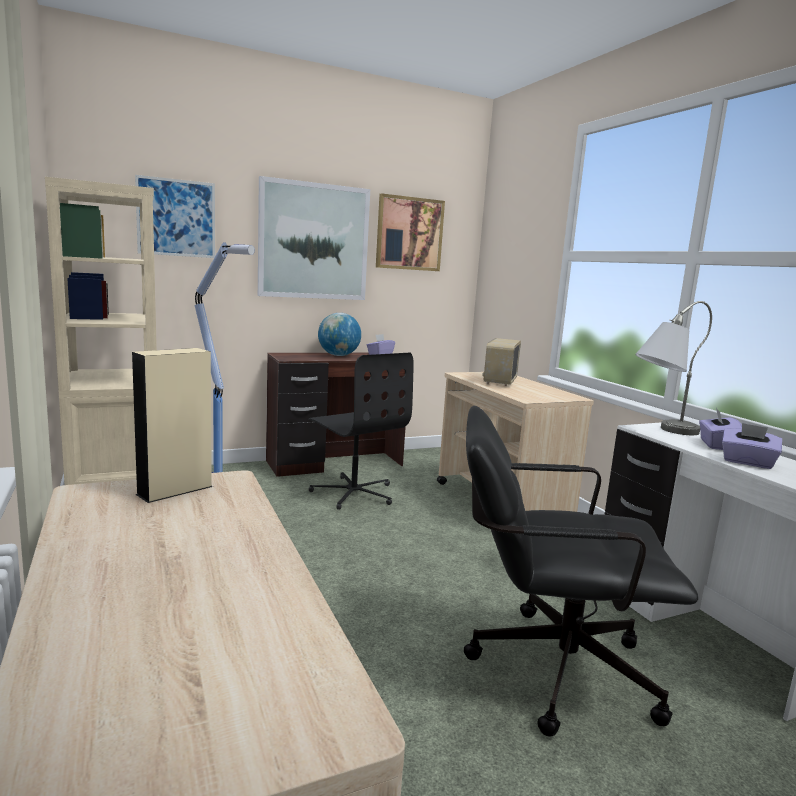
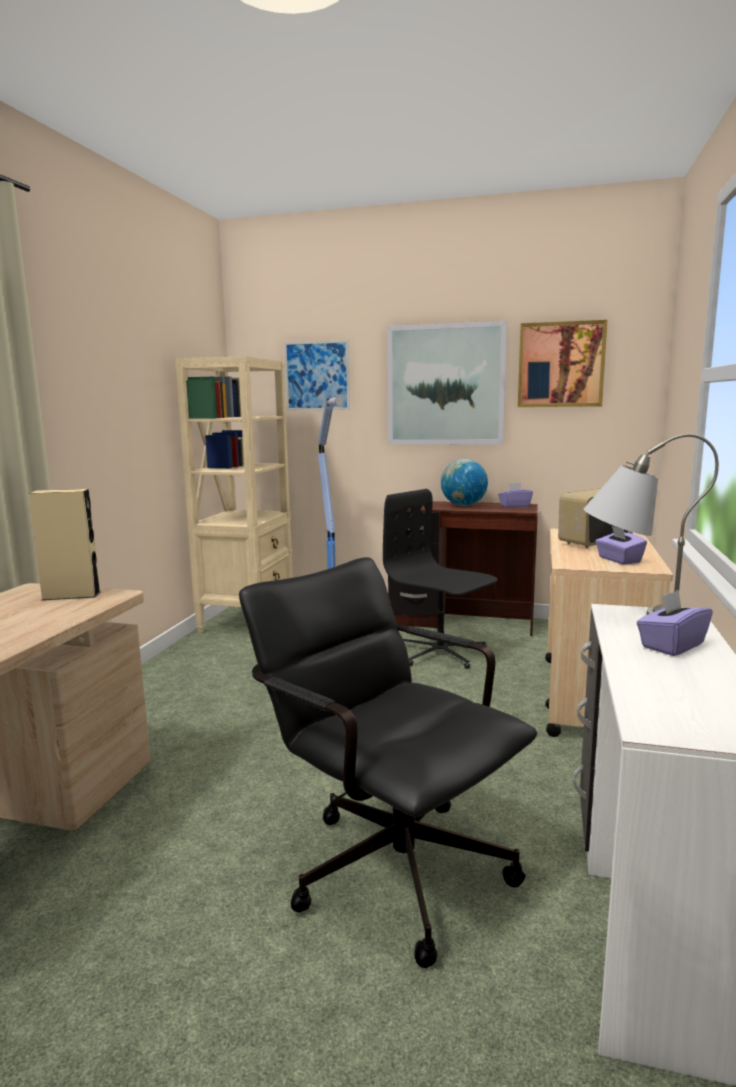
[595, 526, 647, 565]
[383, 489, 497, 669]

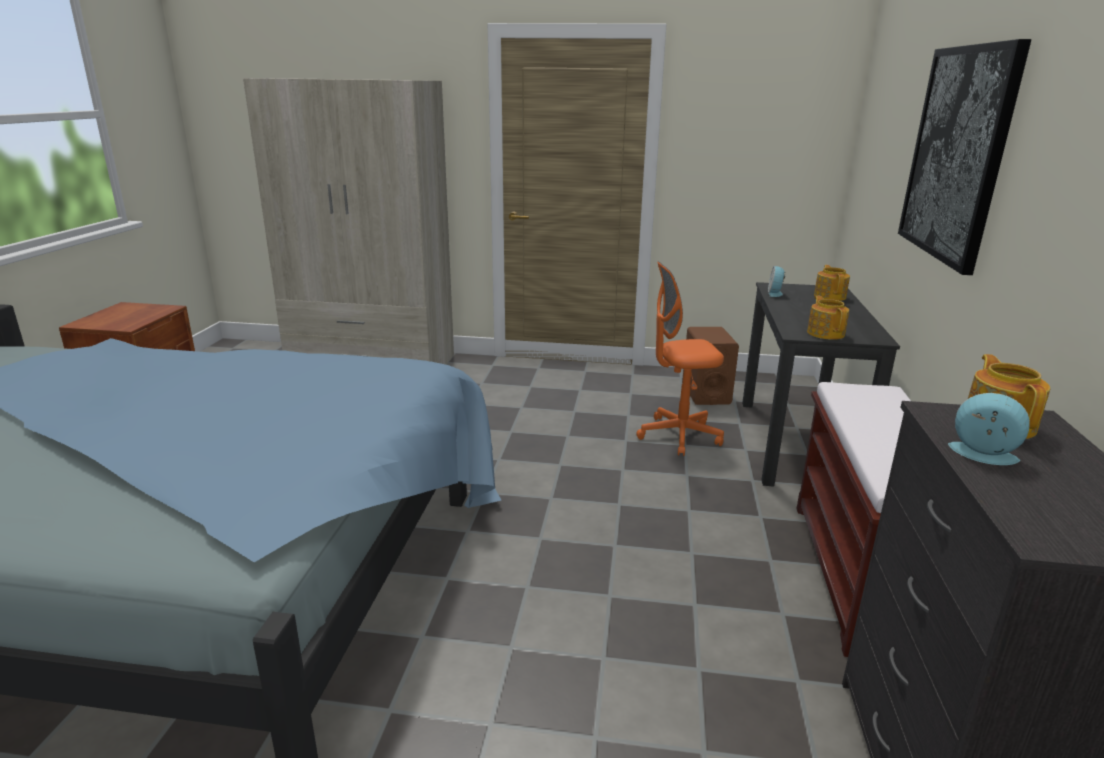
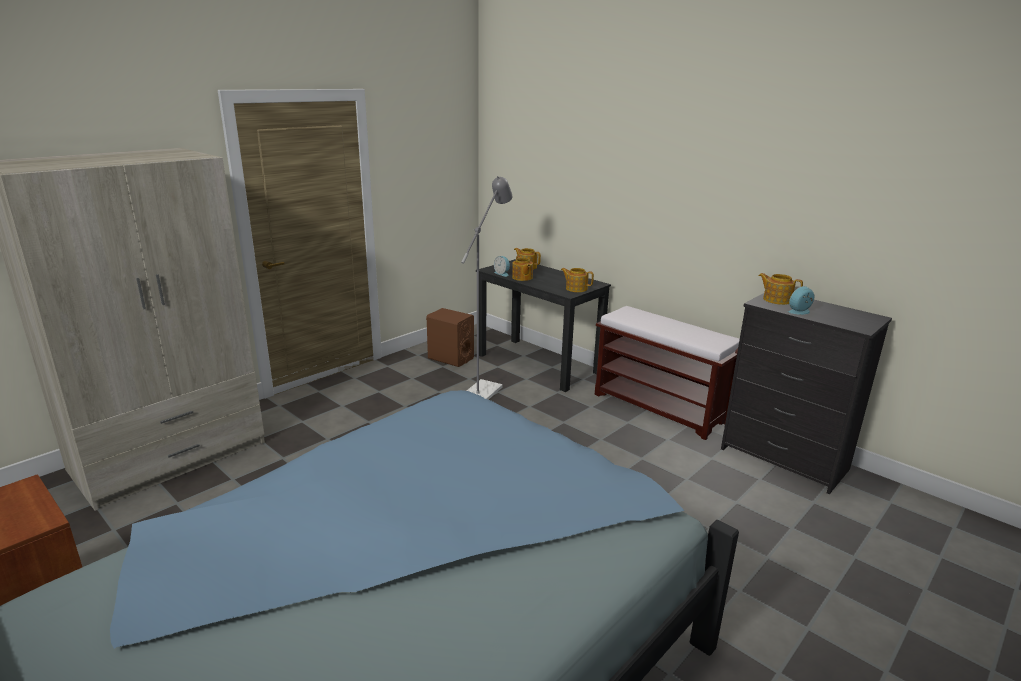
[898, 39, 1031, 275] (first image)
[512, 256, 533, 281]
[461, 176, 513, 400]

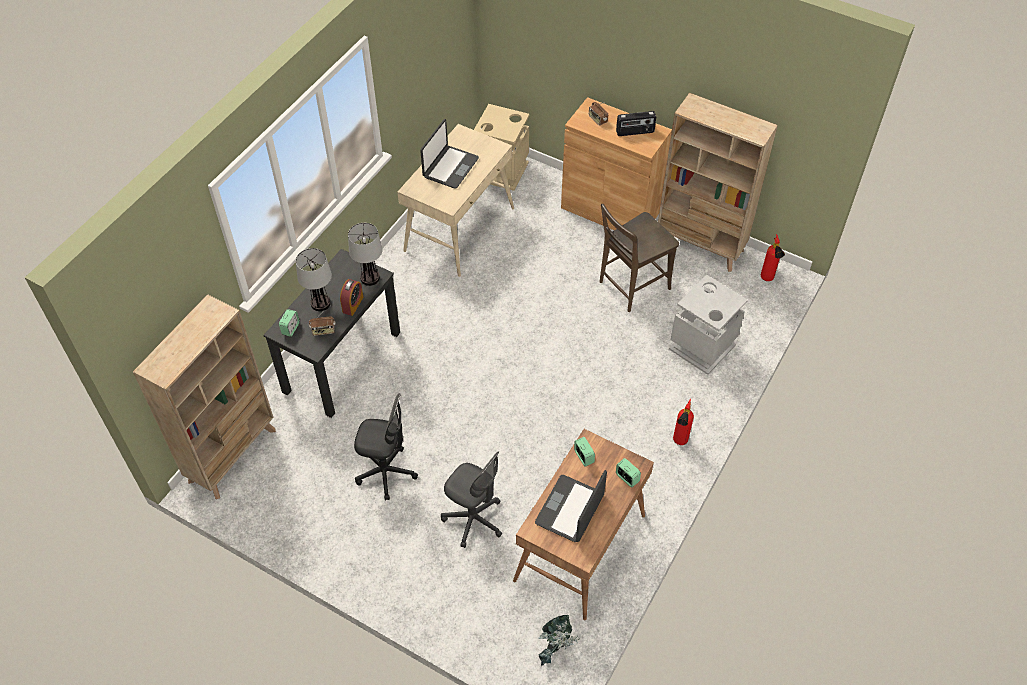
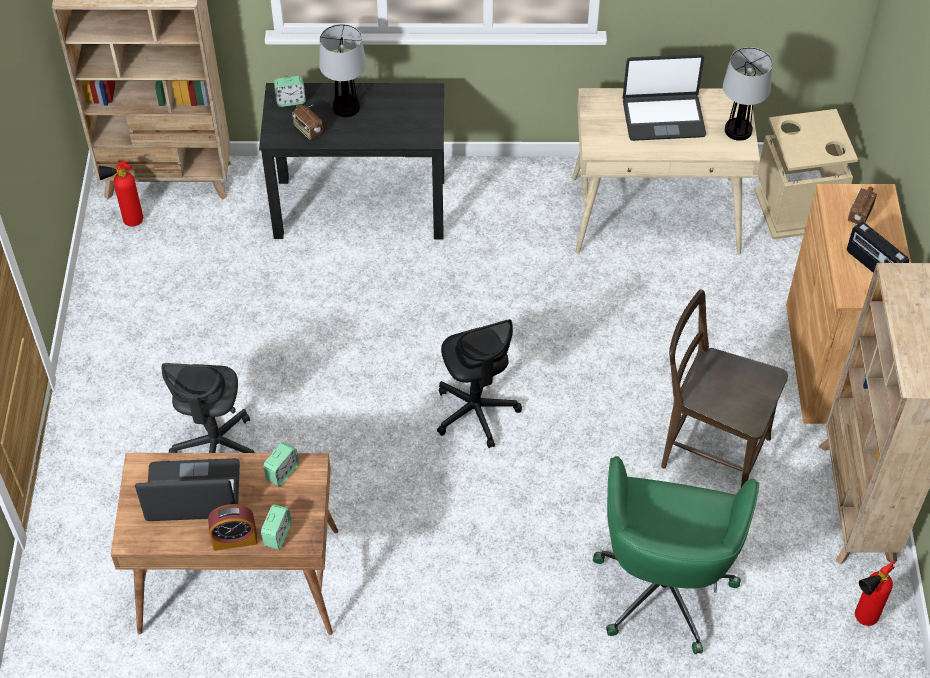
[538, 615, 580, 666] (first image)
[208, 504, 258, 551]
[723, 47, 773, 141]
[437, 319, 522, 448]
[98, 161, 143, 227]
[593, 456, 759, 654]

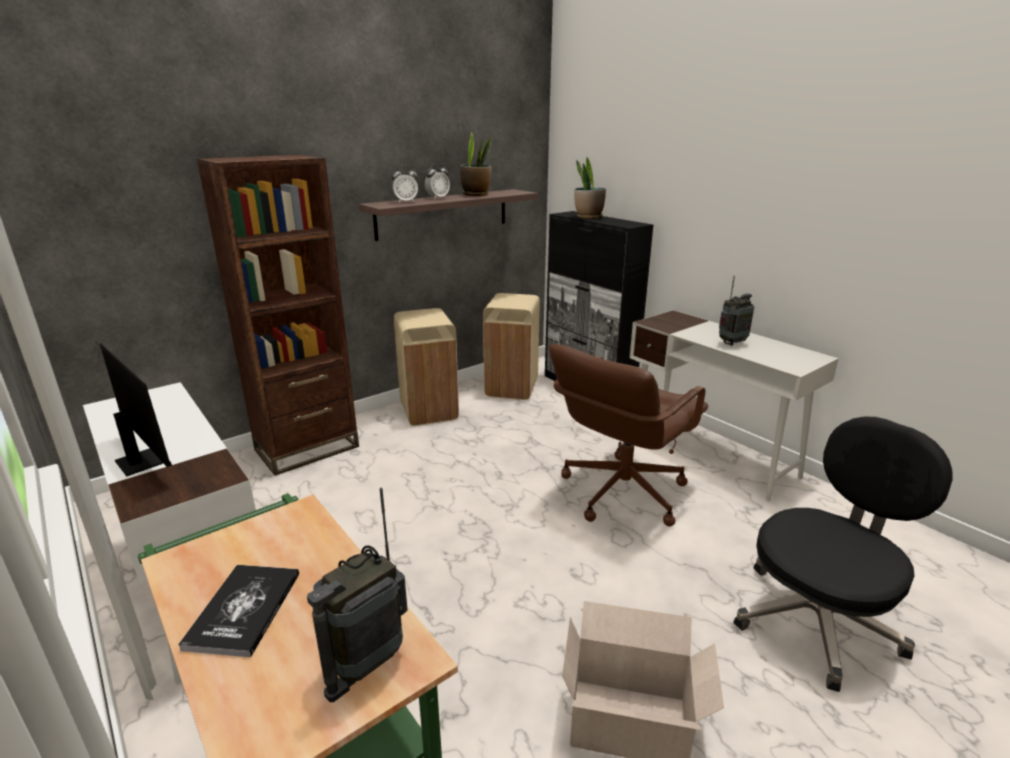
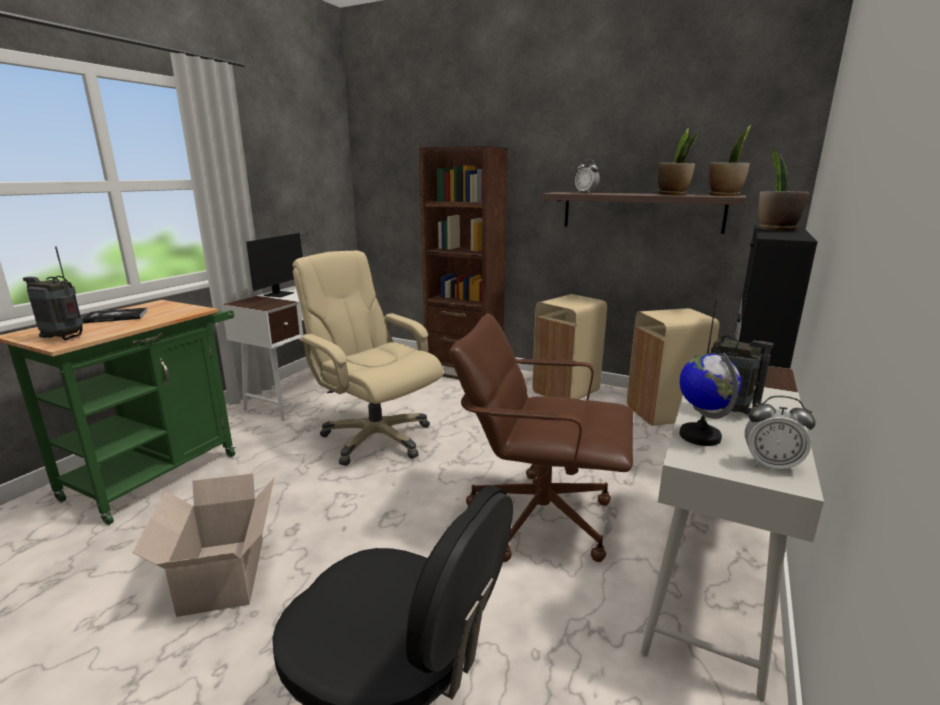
[292, 251, 443, 466]
[679, 353, 741, 446]
[709, 125, 751, 196]
[745, 396, 816, 473]

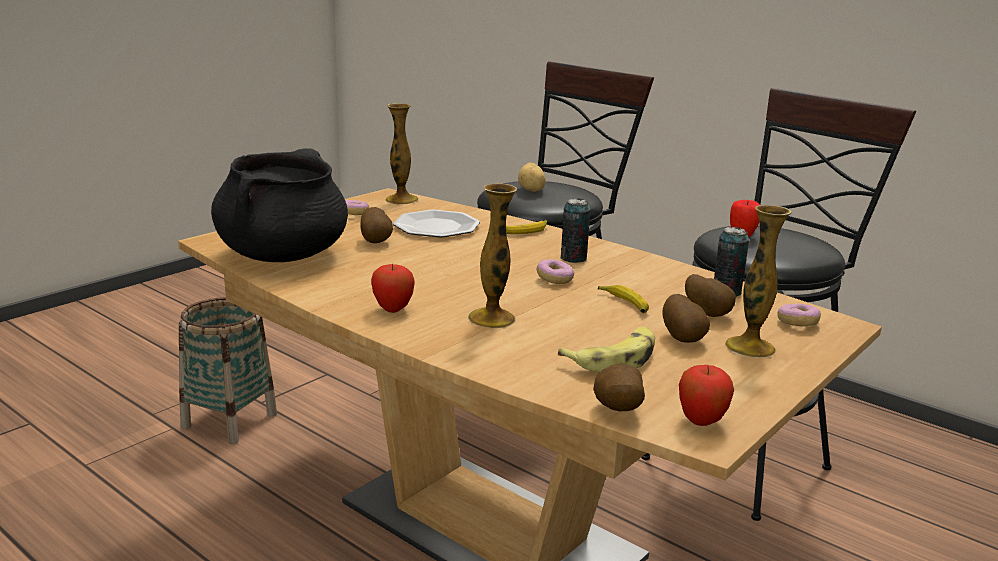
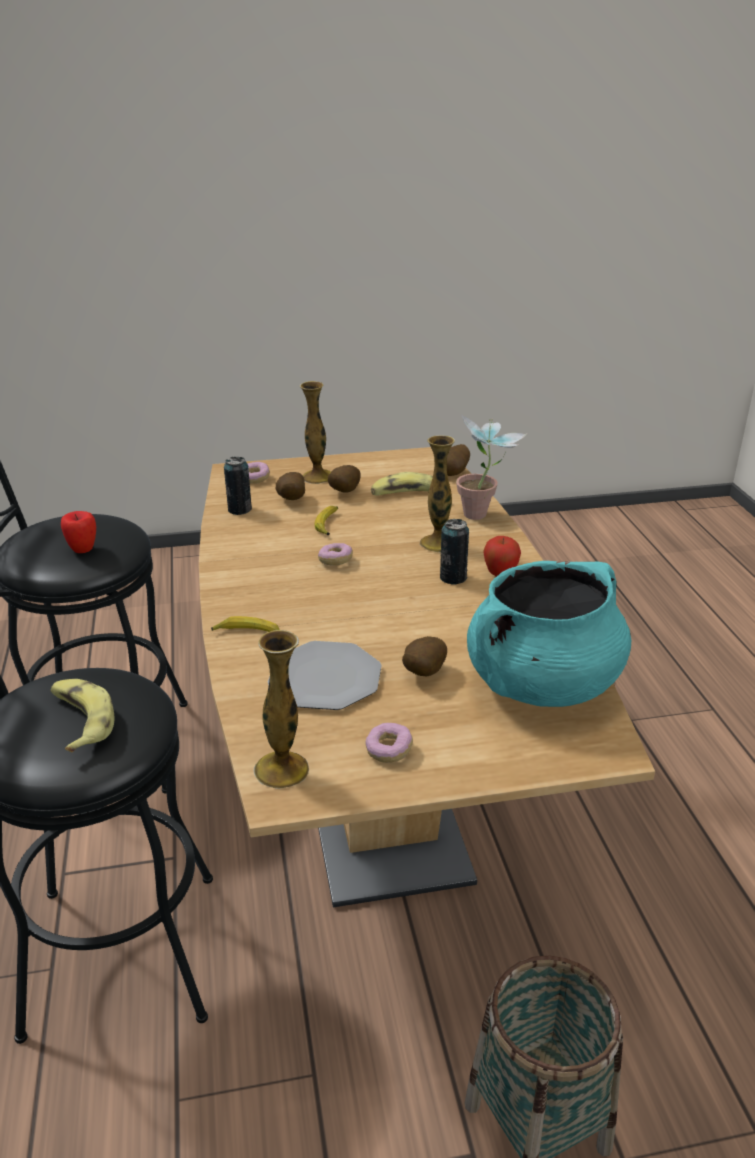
[679, 365, 734, 426] (first image)
[456, 414, 528, 520]
[440, 519, 469, 585]
[51, 679, 114, 752]
[467, 561, 631, 707]

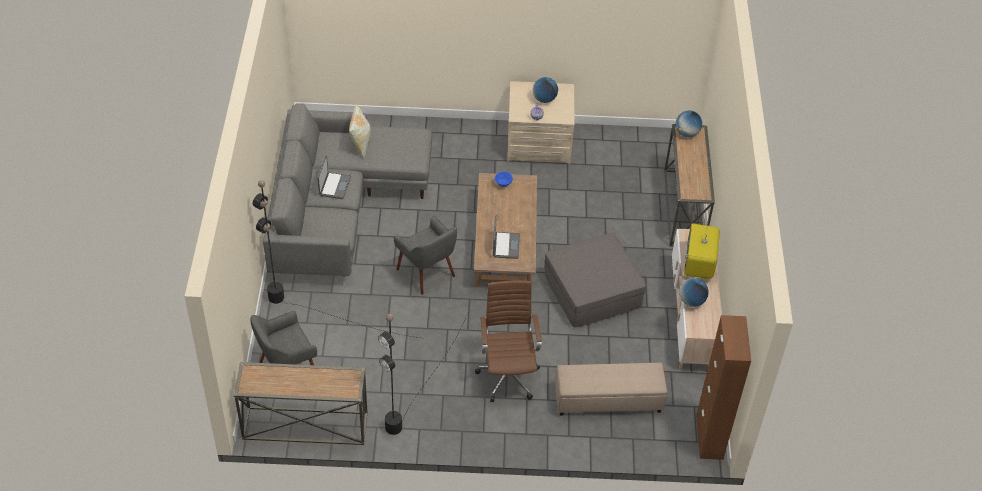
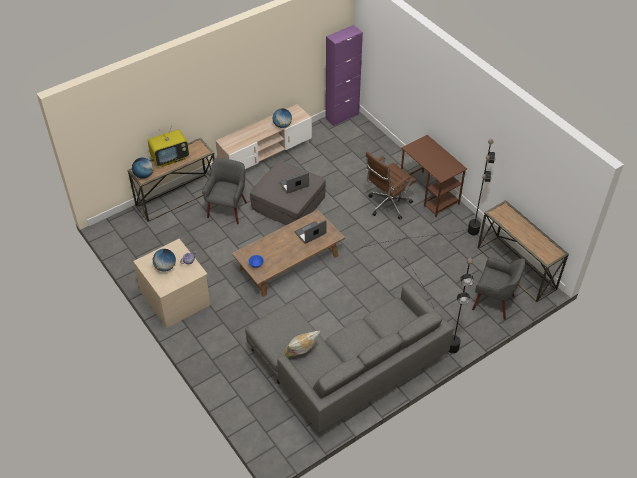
[555, 363, 667, 415] (first image)
[401, 135, 467, 217]
[279, 172, 309, 194]
[202, 158, 247, 224]
[148, 129, 189, 167]
[325, 25, 363, 126]

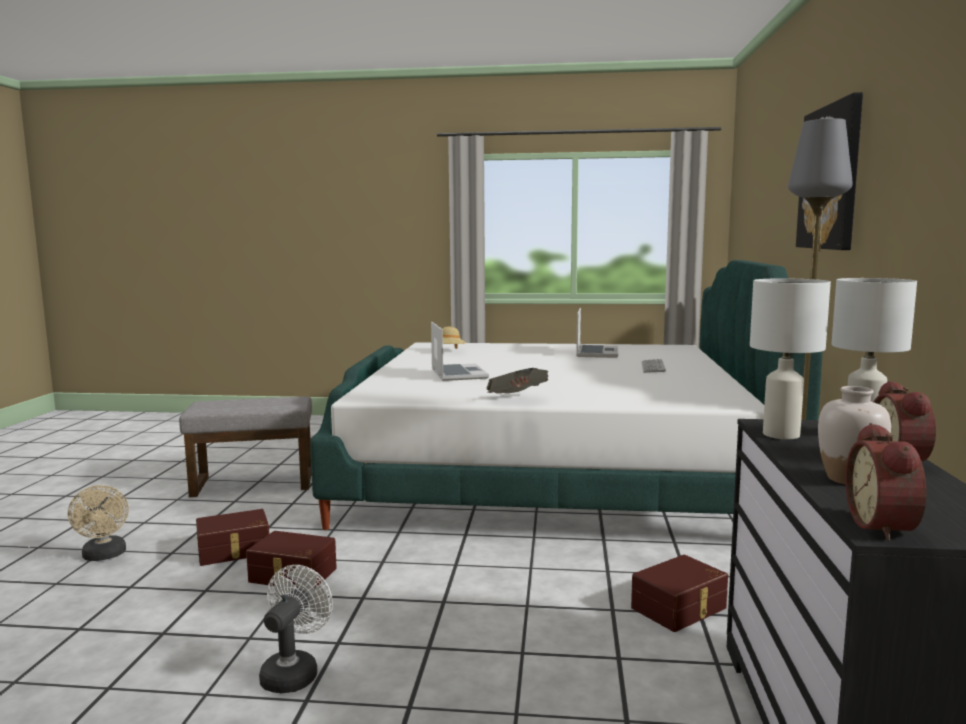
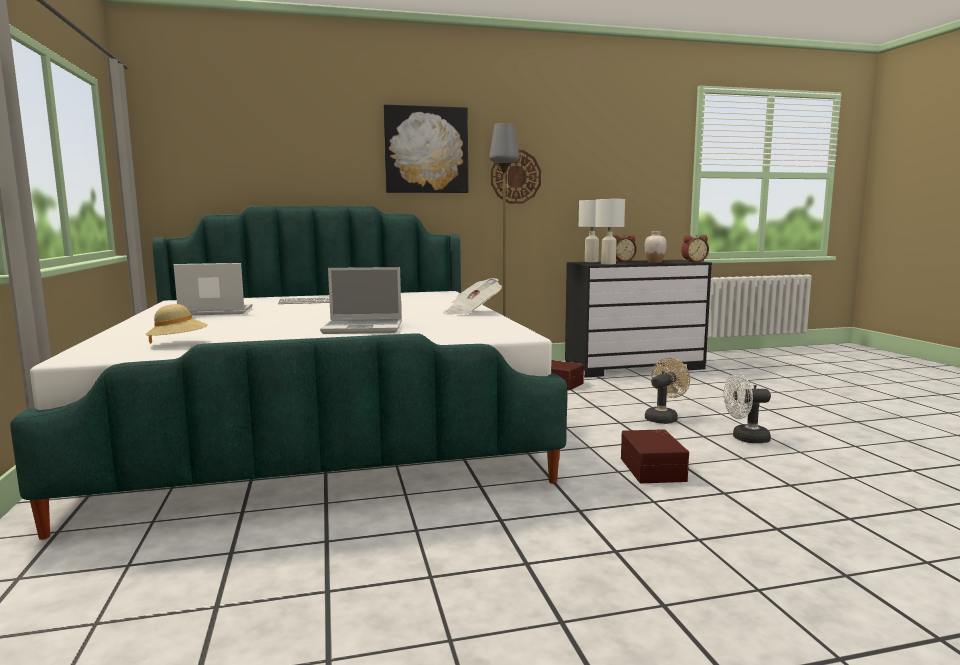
[179, 397, 312, 497] (first image)
[196, 509, 270, 566] (first image)
[491, 150, 541, 204]
[645, 358, 690, 424]
[320, 267, 402, 334]

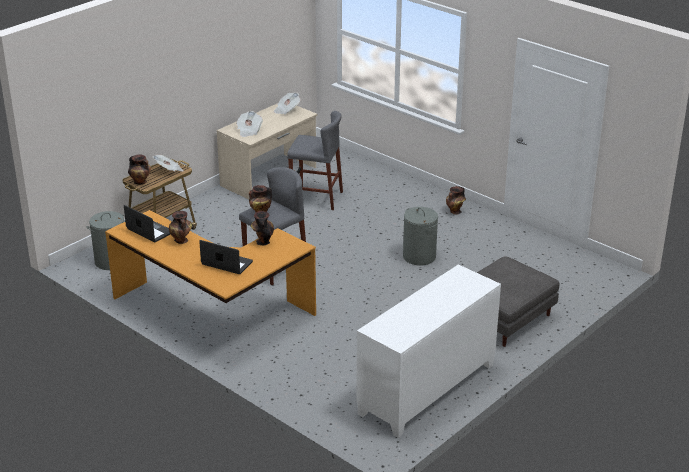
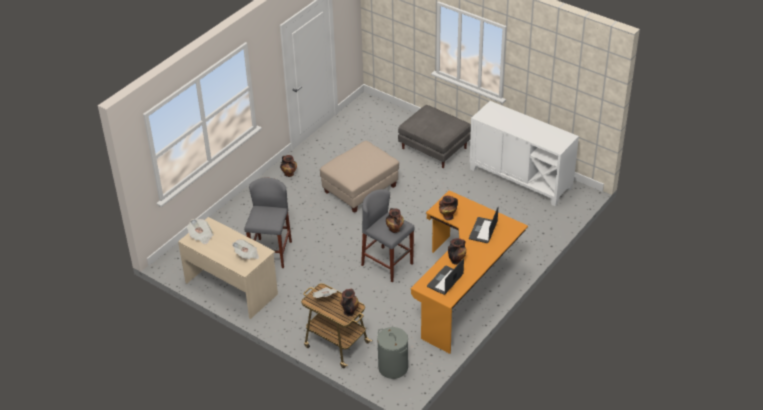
[320, 141, 399, 213]

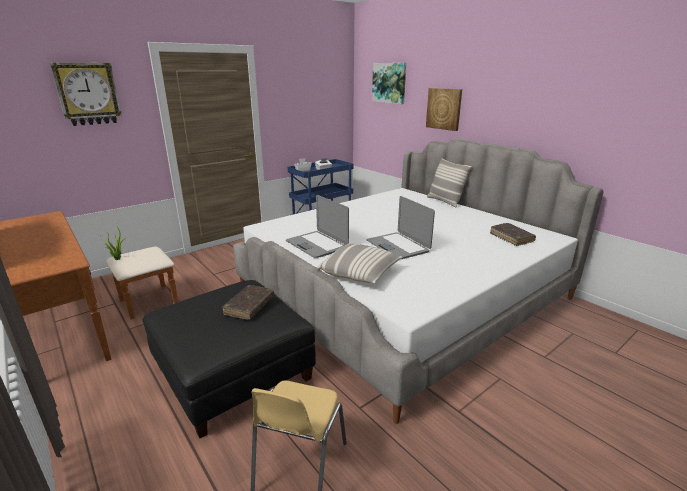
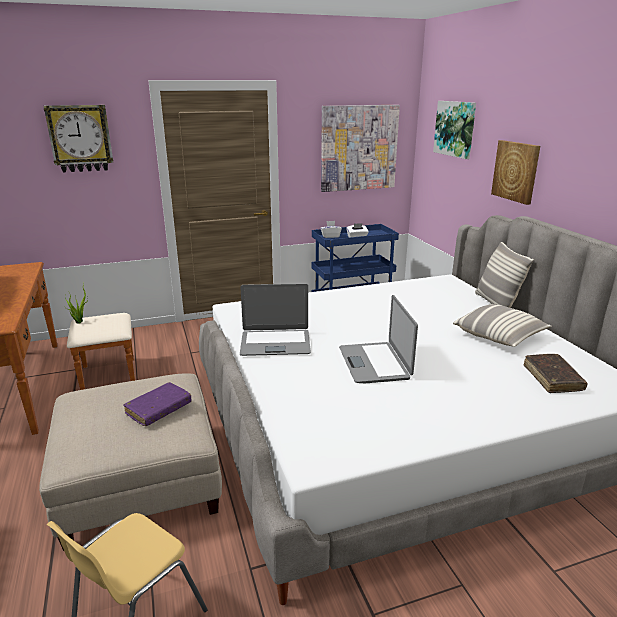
[321, 105, 400, 192]
[453, 304, 552, 347]
[39, 373, 222, 551]
[123, 382, 192, 426]
[240, 284, 311, 356]

